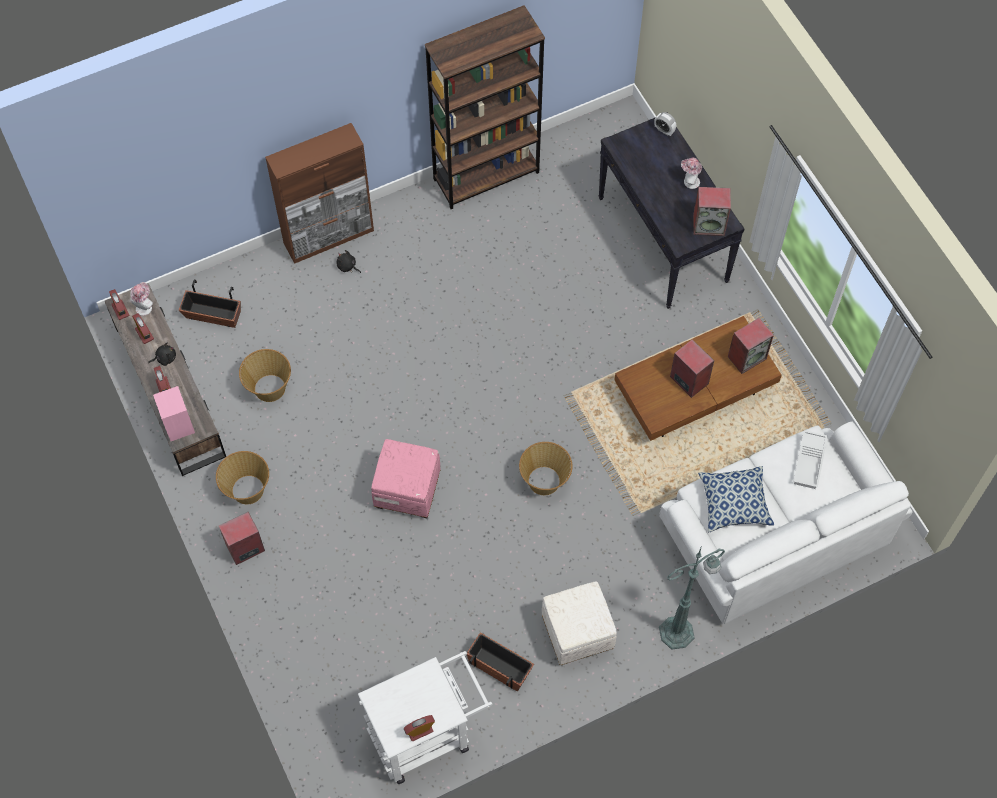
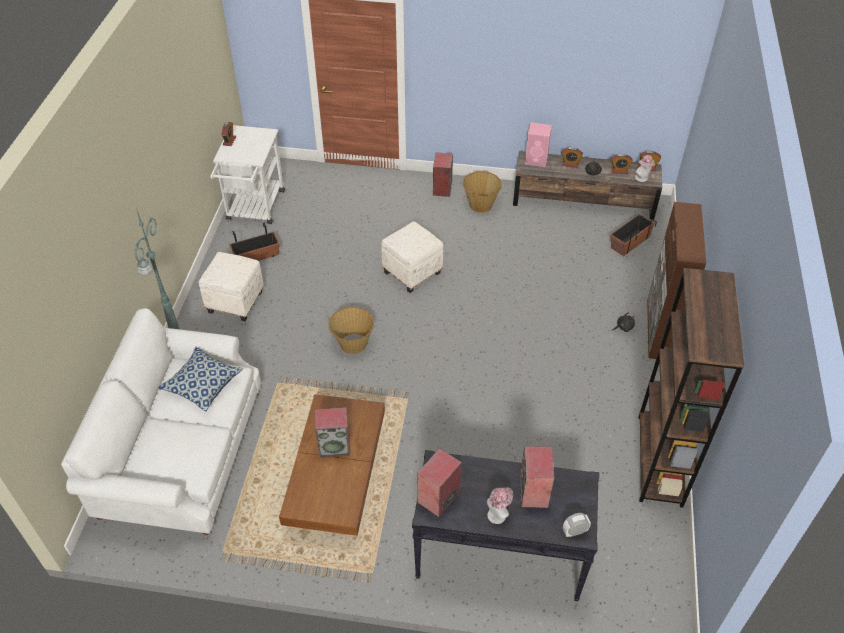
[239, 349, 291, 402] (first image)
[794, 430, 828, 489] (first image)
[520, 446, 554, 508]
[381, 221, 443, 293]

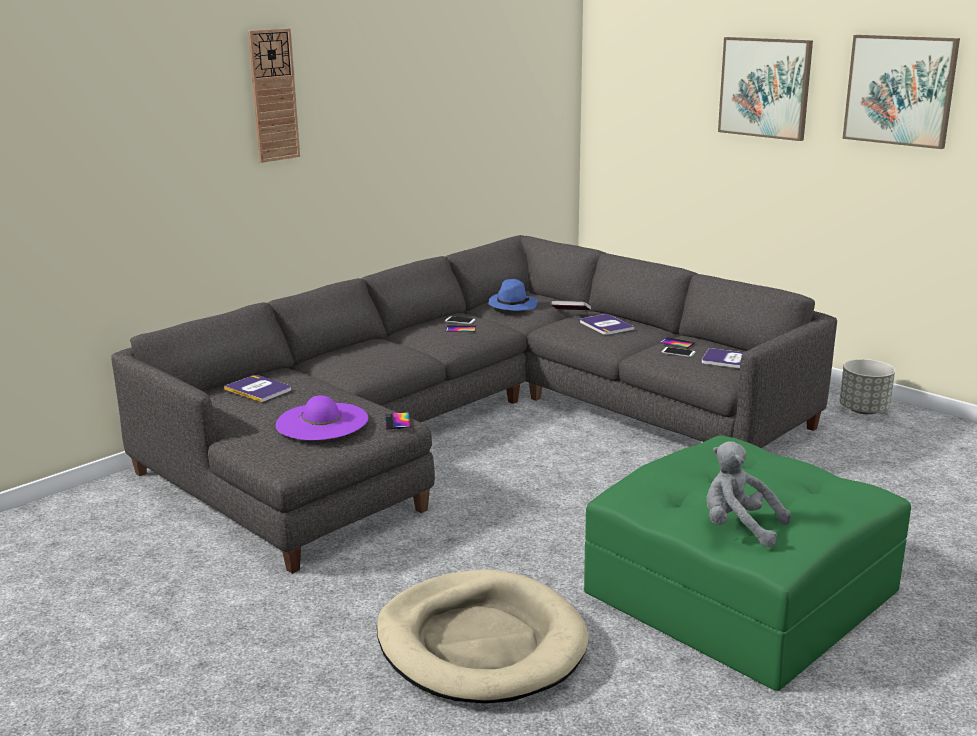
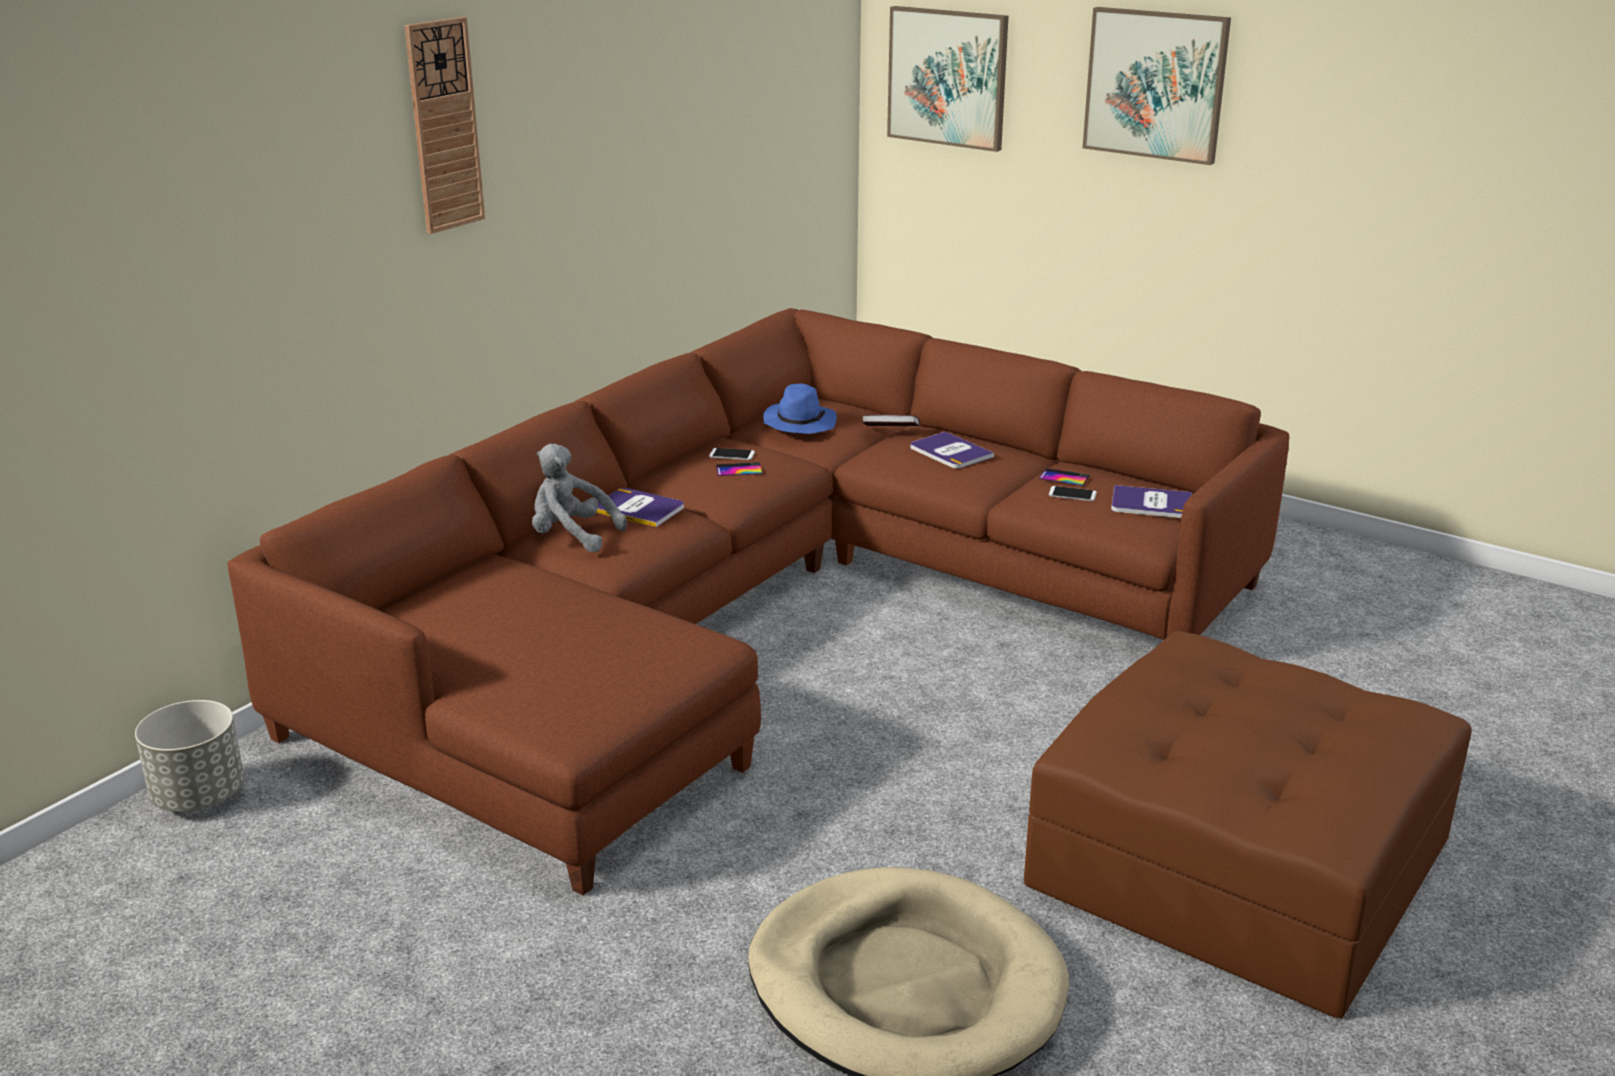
[276, 395, 368, 440] (first image)
[385, 412, 411, 429] (first image)
[596, 488, 684, 527]
[532, 444, 627, 552]
[135, 700, 244, 812]
[887, 6, 1009, 152]
[227, 308, 1290, 895]
[1024, 631, 1472, 1018]

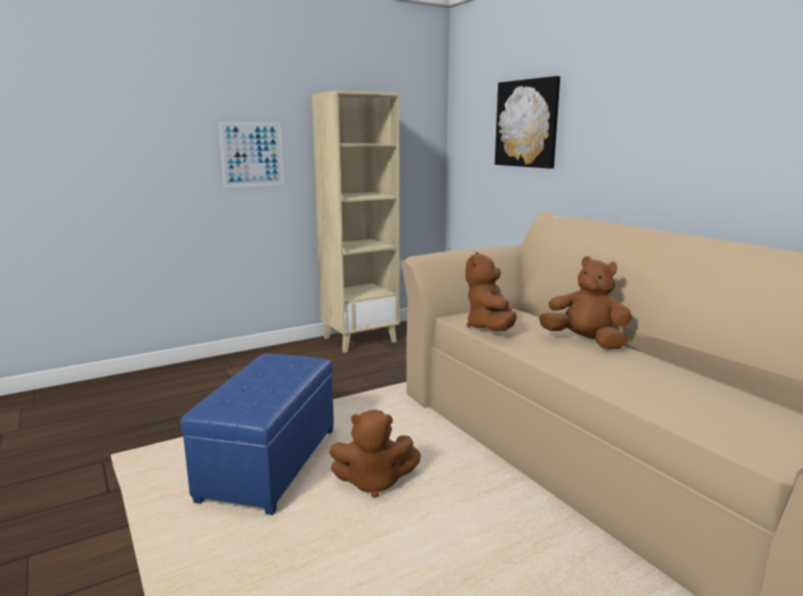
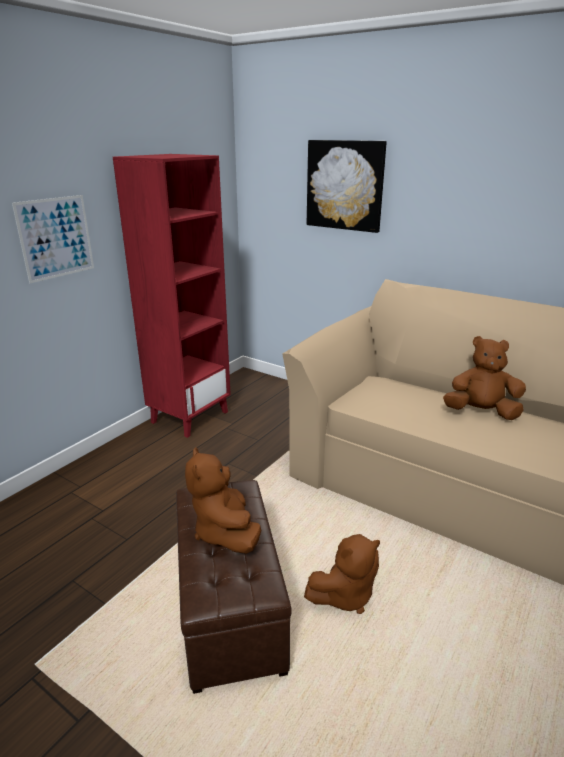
[185, 447, 261, 554]
[176, 480, 292, 694]
[113, 154, 231, 438]

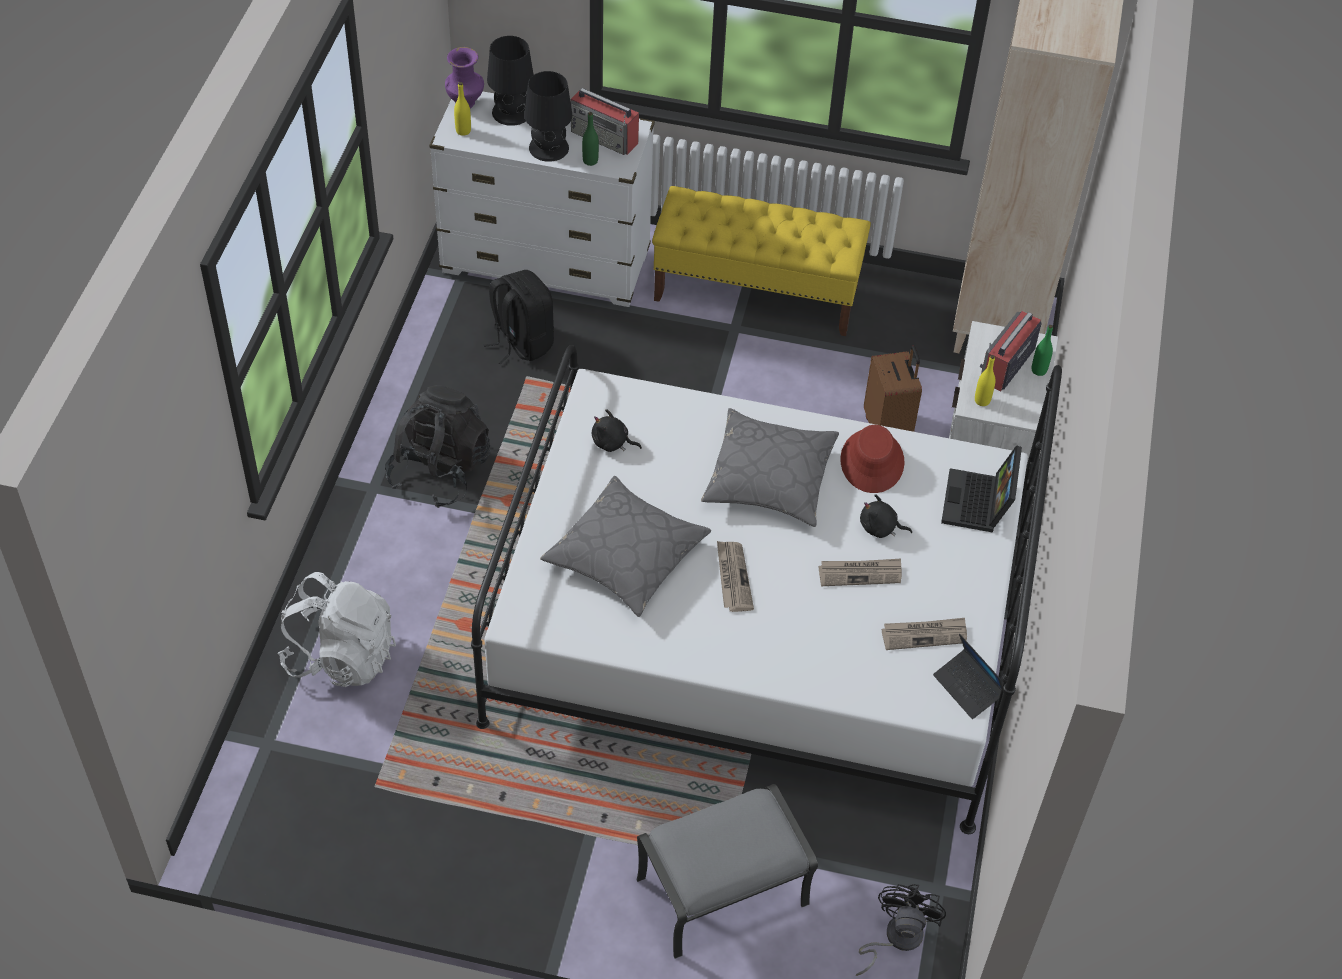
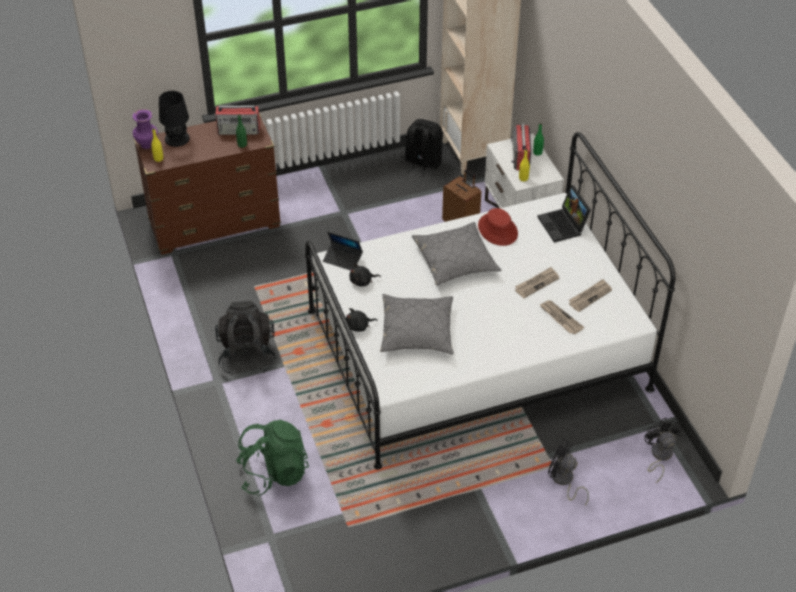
[524, 71, 572, 162] (first image)
[652, 186, 871, 336] (first image)
[405, 119, 443, 176]
[539, 300, 584, 334]
[346, 308, 378, 332]
[323, 232, 363, 270]
[548, 439, 589, 505]
[236, 420, 309, 496]
[134, 113, 281, 255]

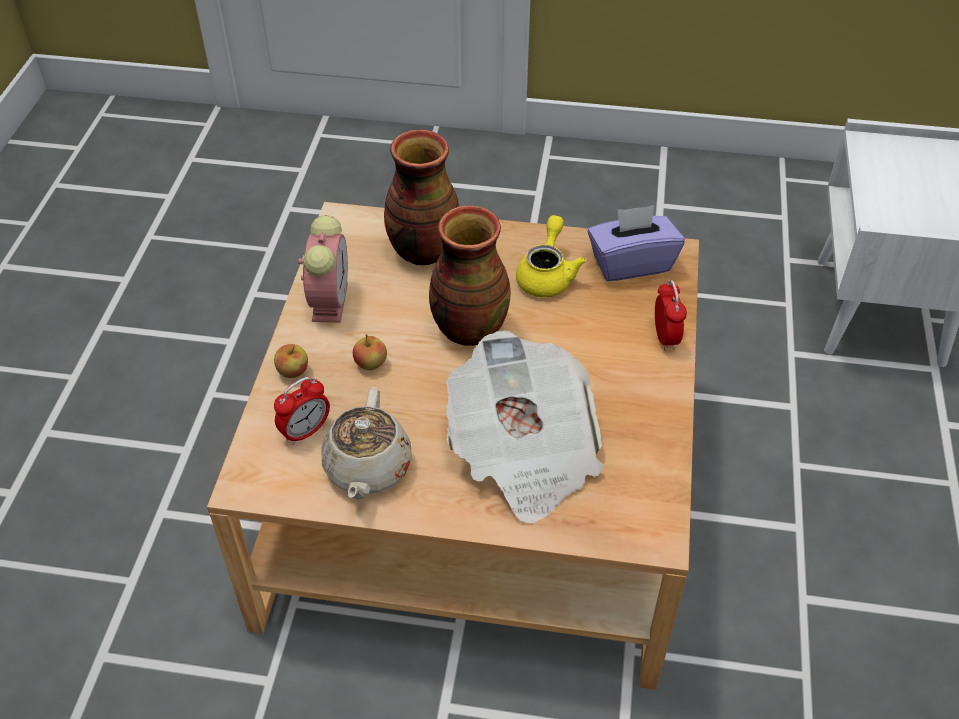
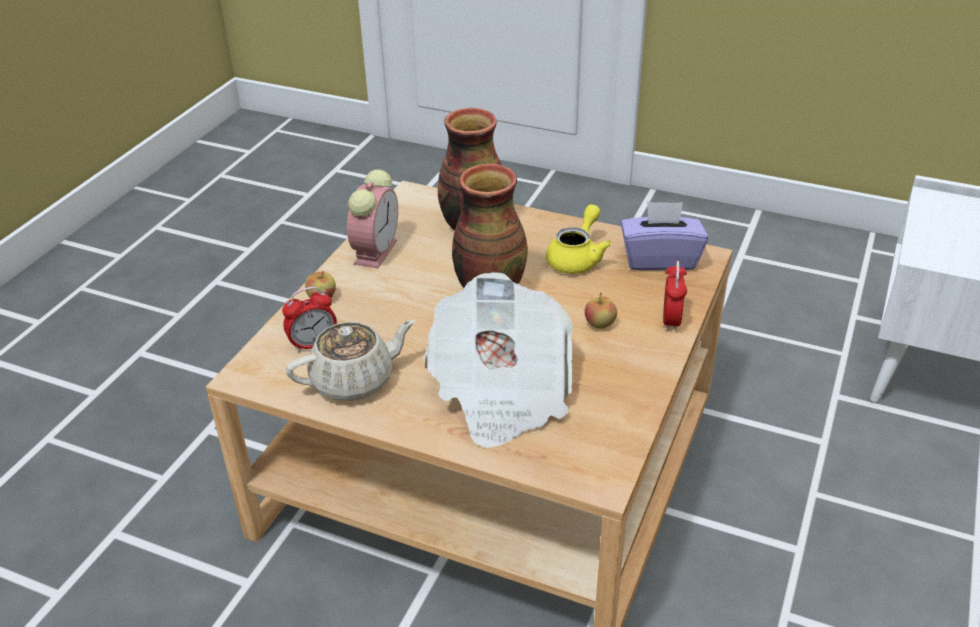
[585, 292, 617, 329]
[286, 320, 415, 401]

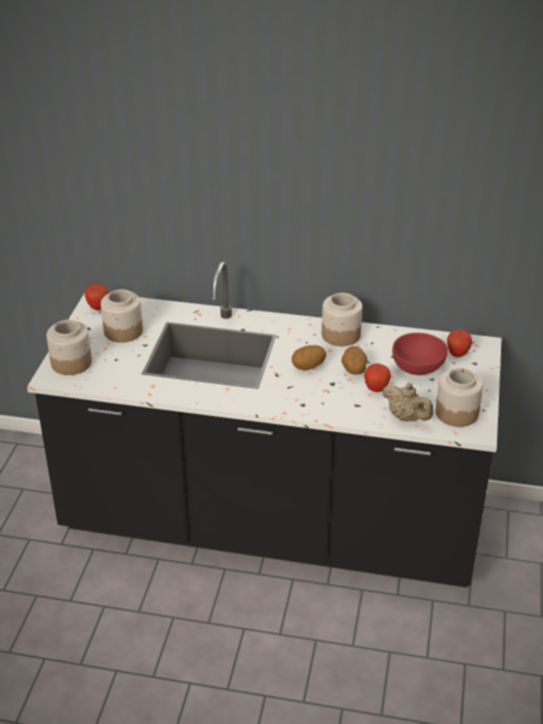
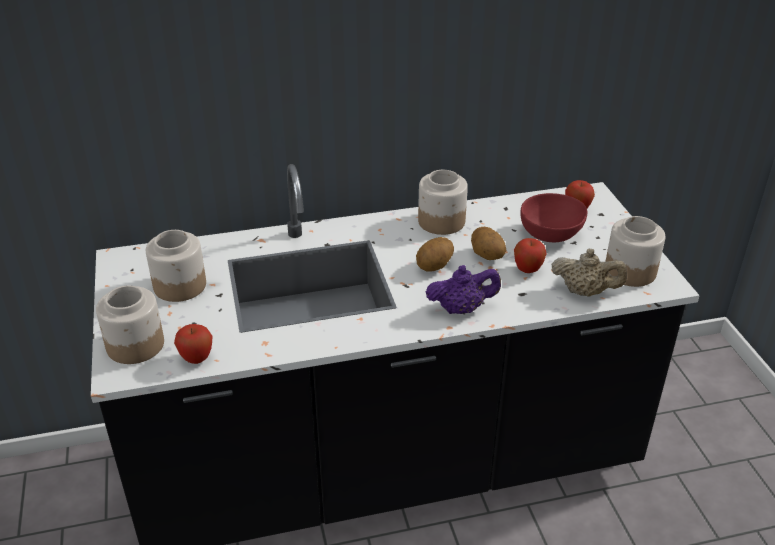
[426, 265, 501, 314]
[174, 324, 213, 364]

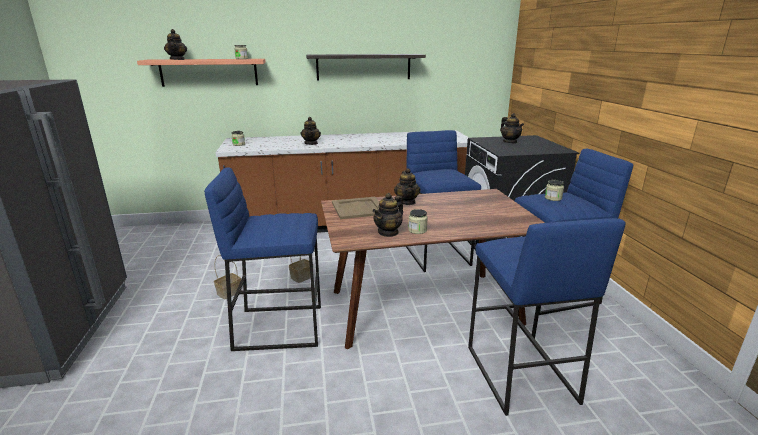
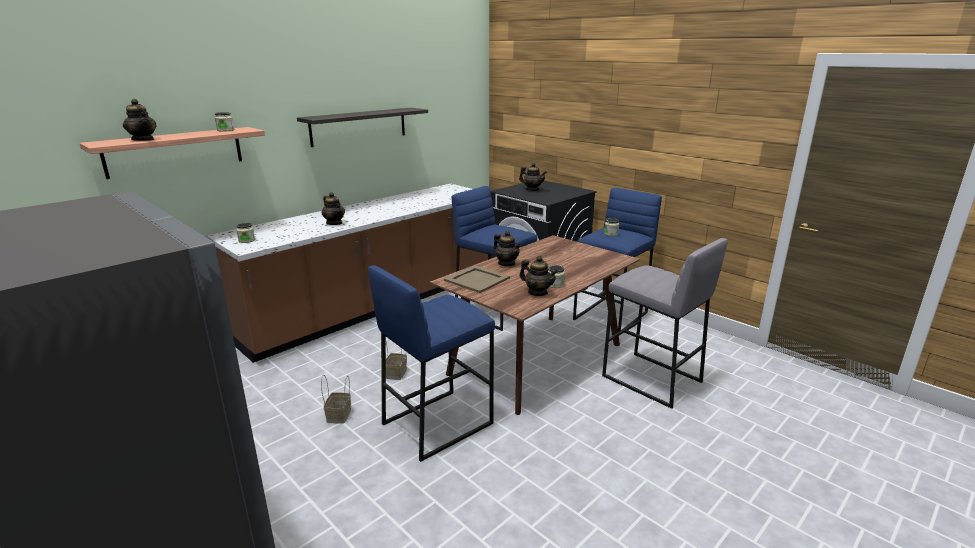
[602, 238, 728, 409]
[519, 256, 558, 296]

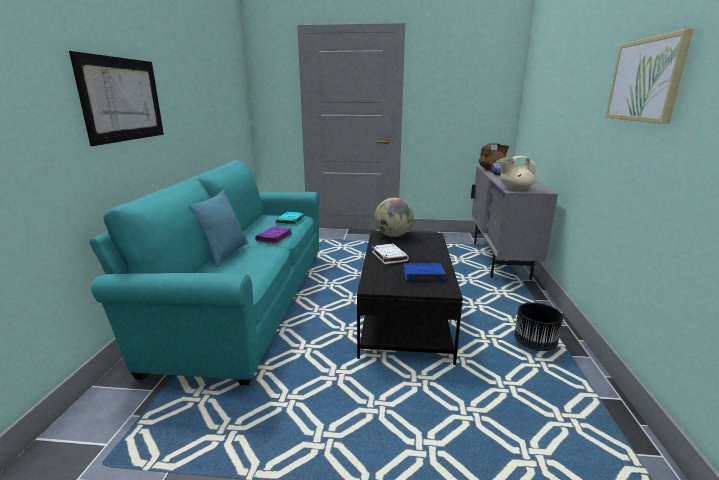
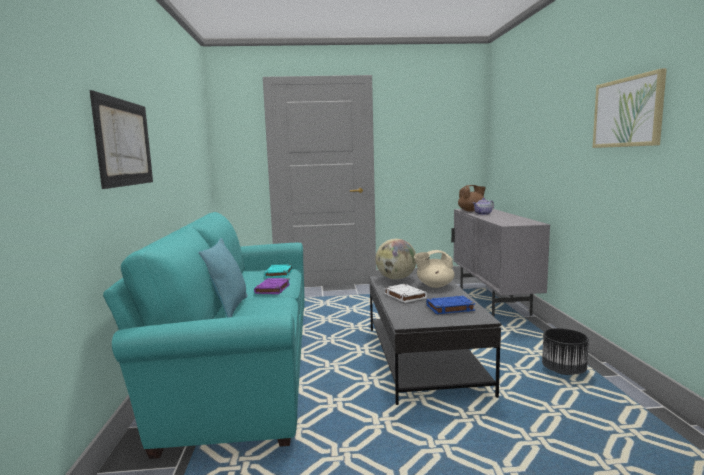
[414, 250, 454, 288]

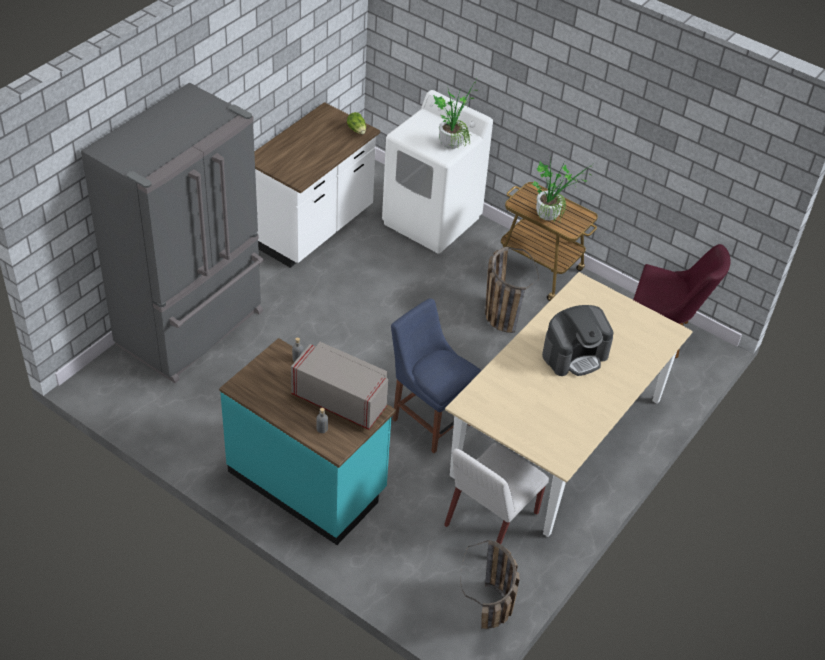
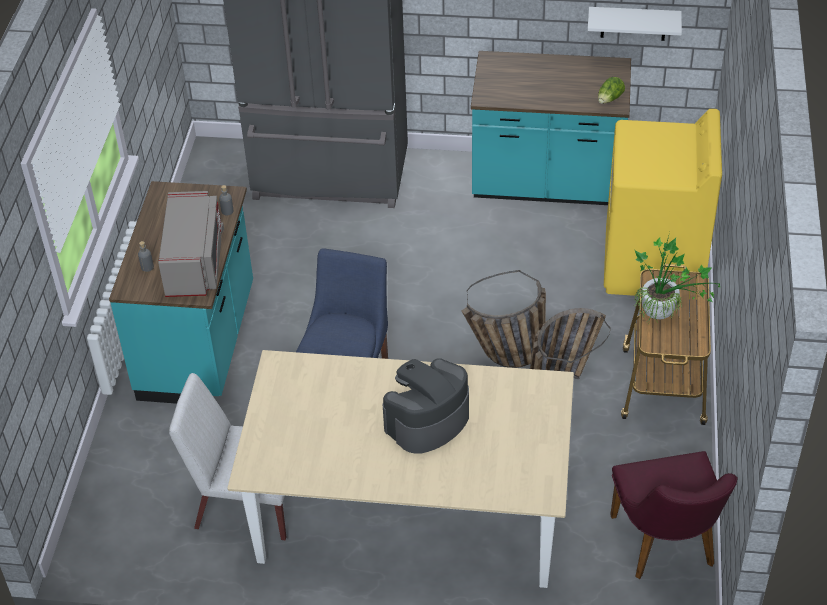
[433, 82, 479, 149] (first image)
[588, 7, 682, 41]
[461, 270, 546, 368]
[471, 51, 631, 205]
[604, 109, 722, 299]
[383, 358, 469, 454]

